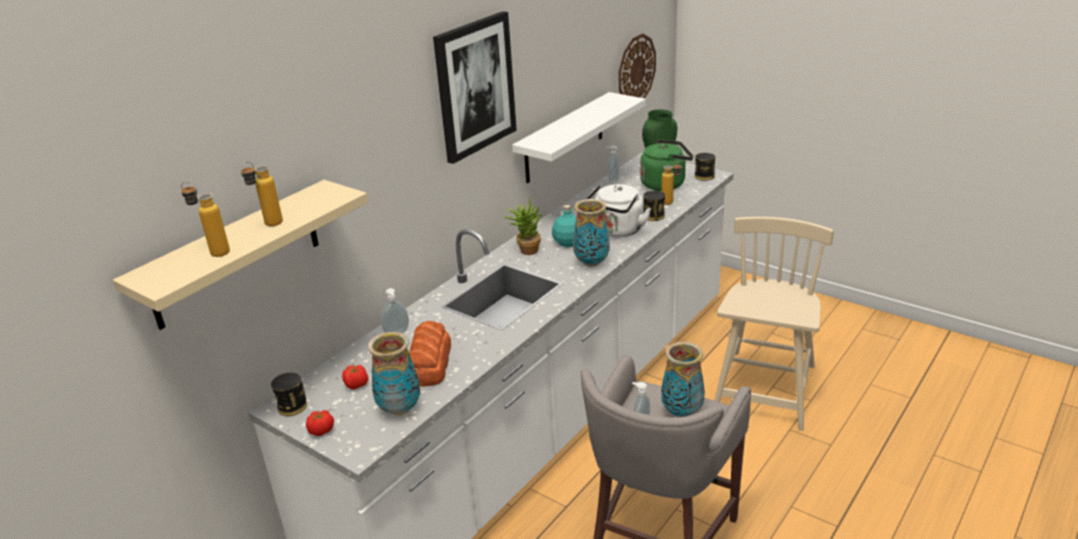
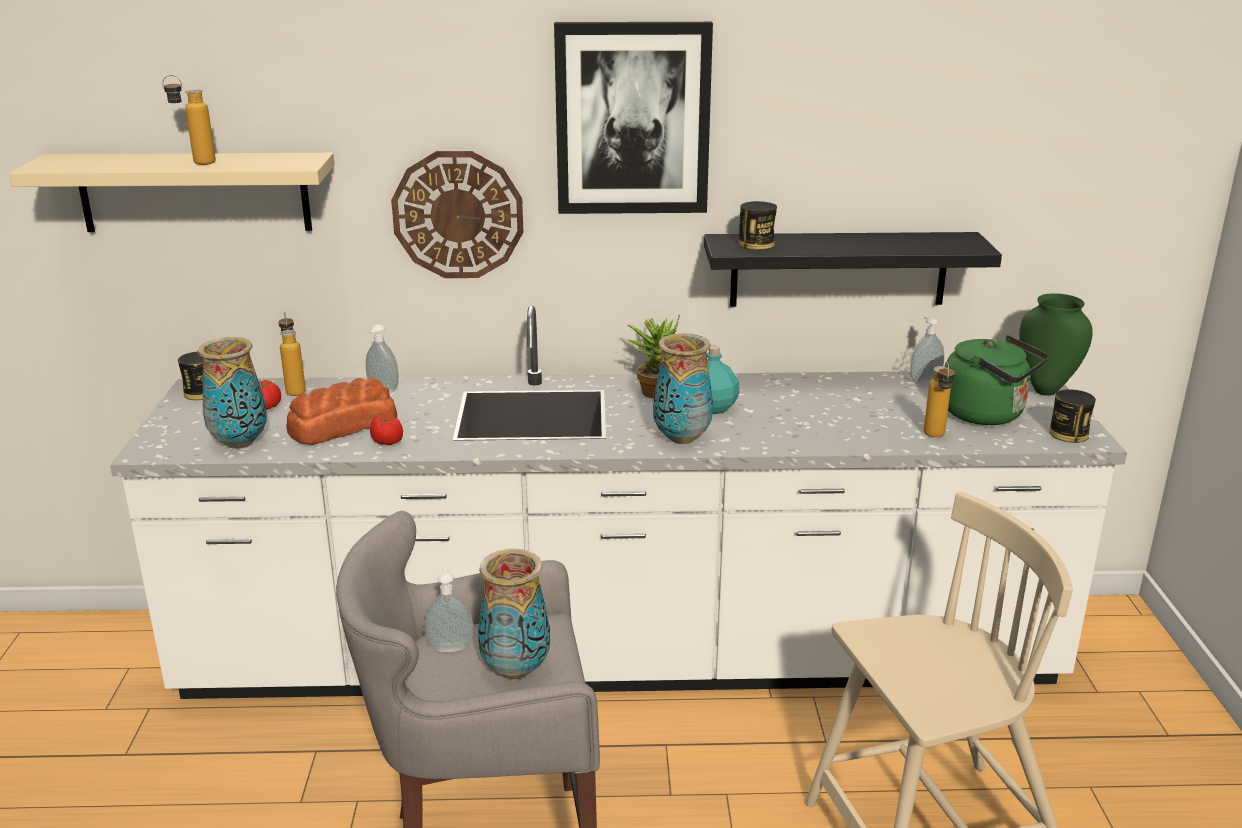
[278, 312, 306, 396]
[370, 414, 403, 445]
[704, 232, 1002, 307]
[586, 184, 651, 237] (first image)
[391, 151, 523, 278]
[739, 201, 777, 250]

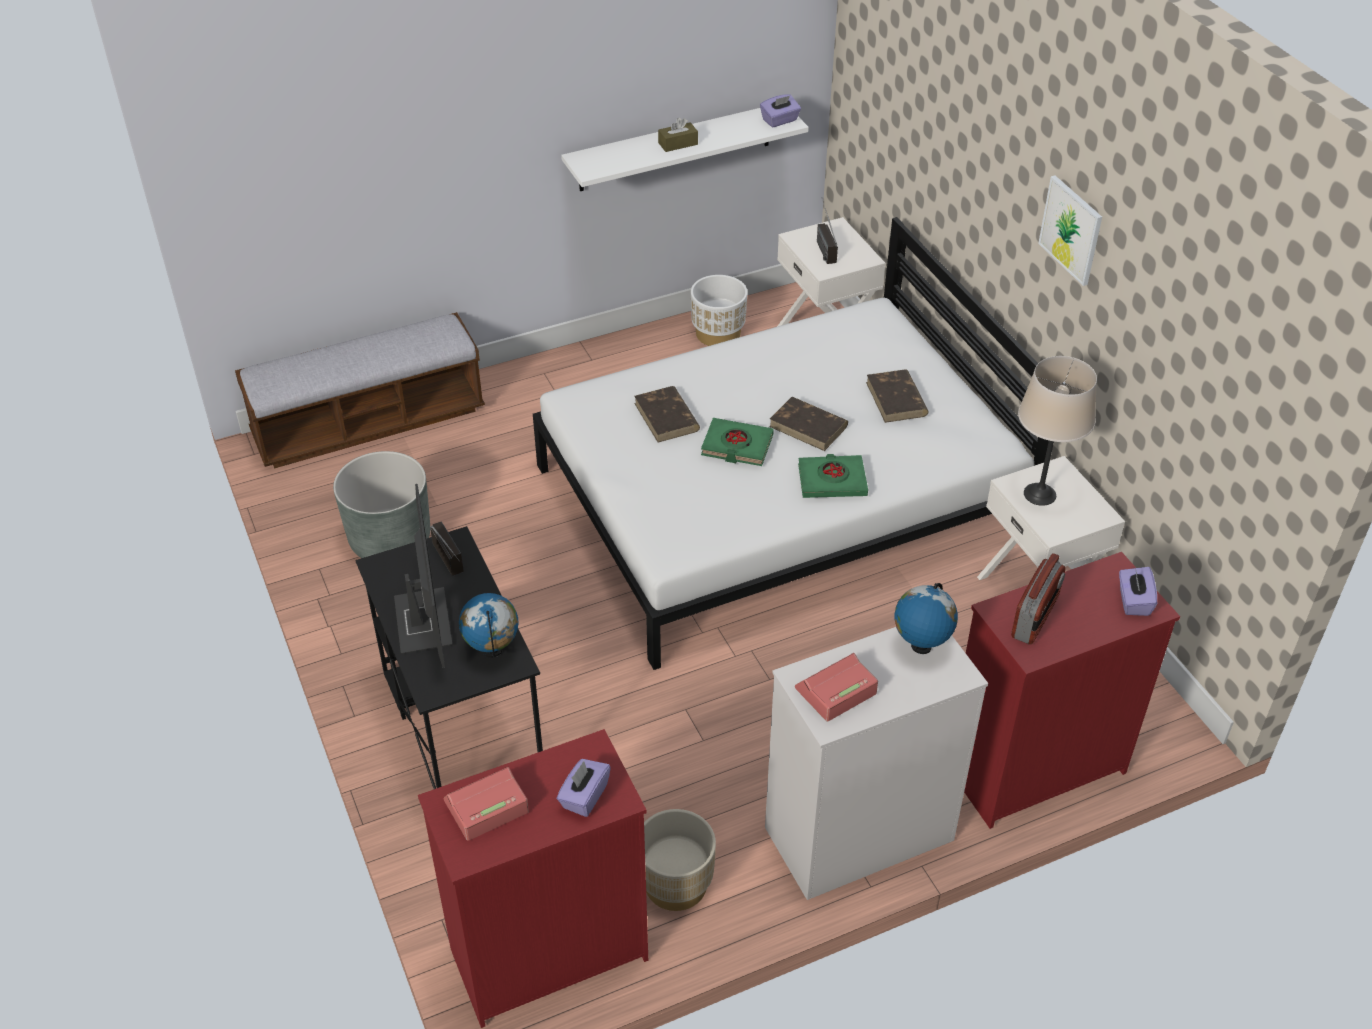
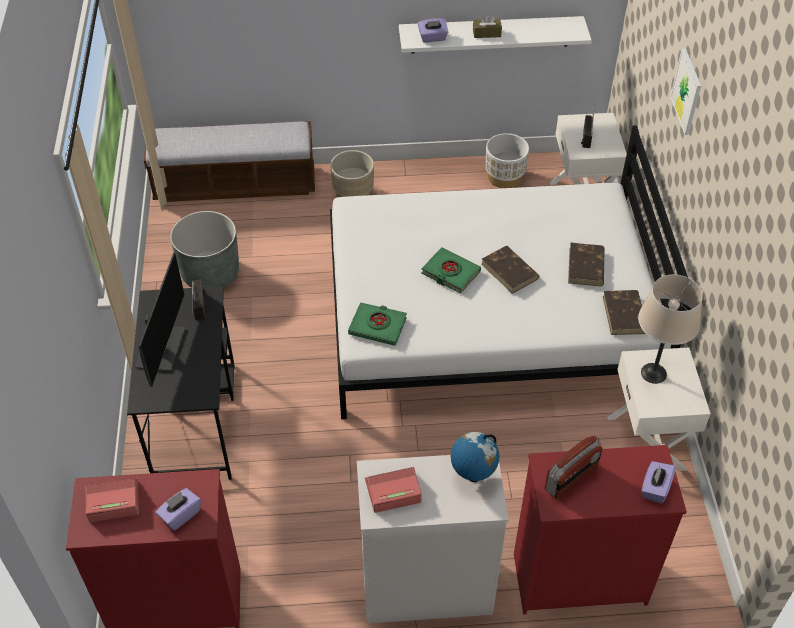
[459, 593, 519, 658] (first image)
[603, 290, 645, 335]
[330, 150, 374, 197]
[418, 18, 448, 43]
[348, 302, 407, 346]
[670, 48, 701, 135]

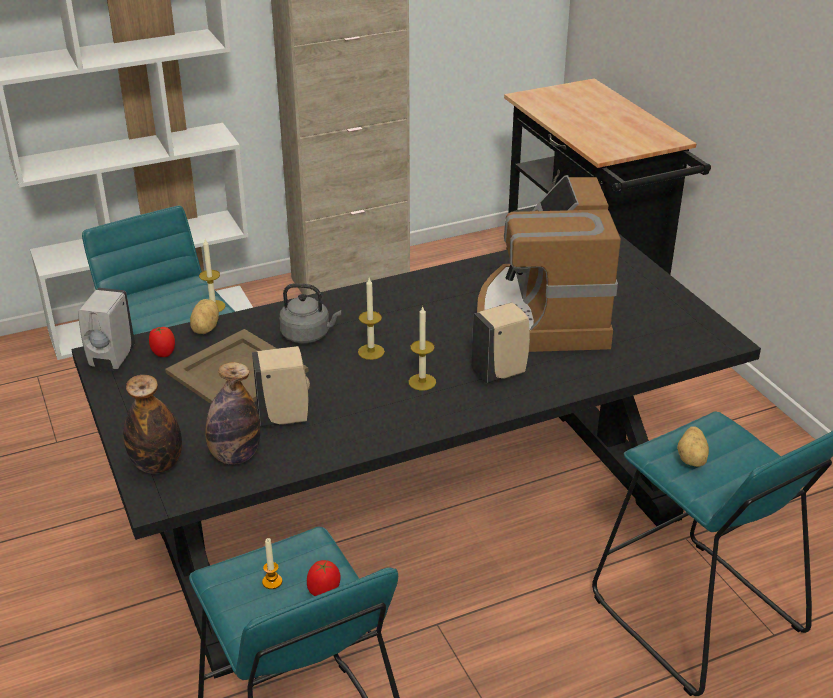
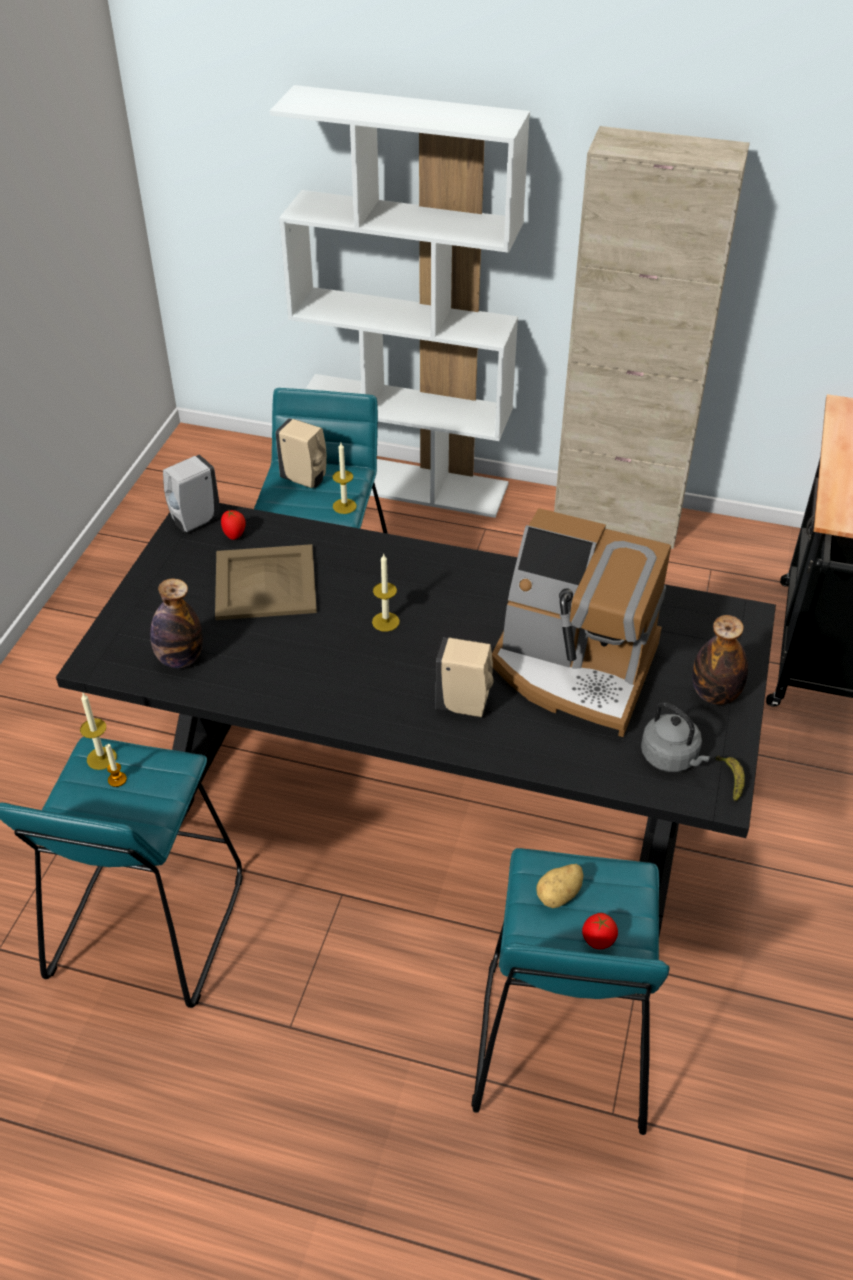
[692, 615, 748, 705]
[190, 299, 219, 334] (first image)
[275, 418, 327, 488]
[641, 702, 710, 772]
[582, 913, 618, 949]
[80, 693, 117, 770]
[492, 508, 671, 737]
[716, 756, 745, 801]

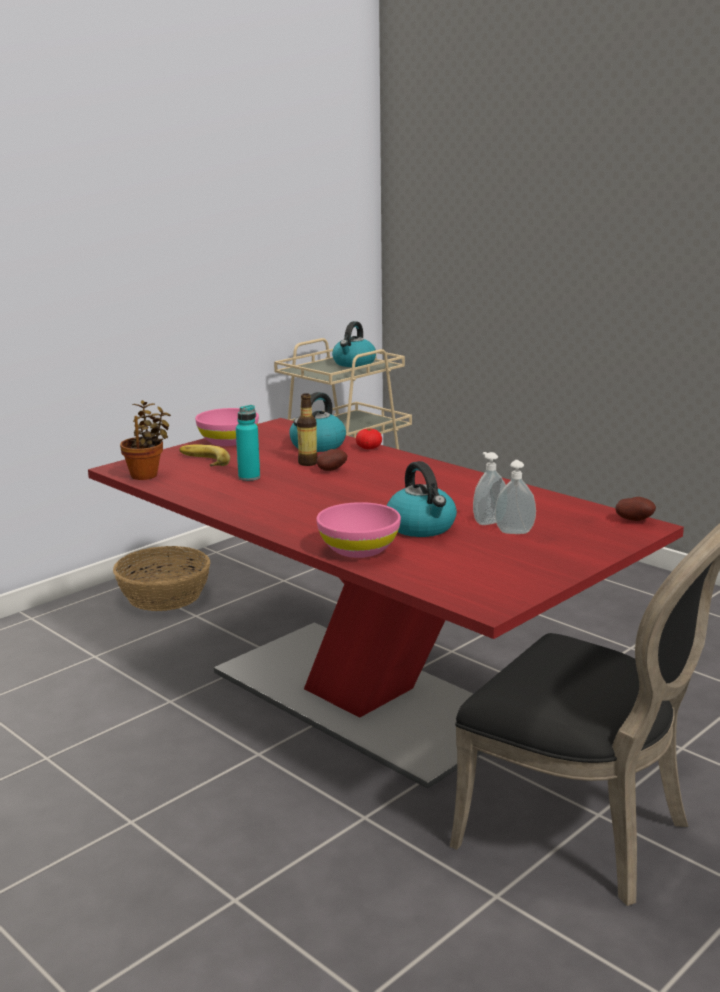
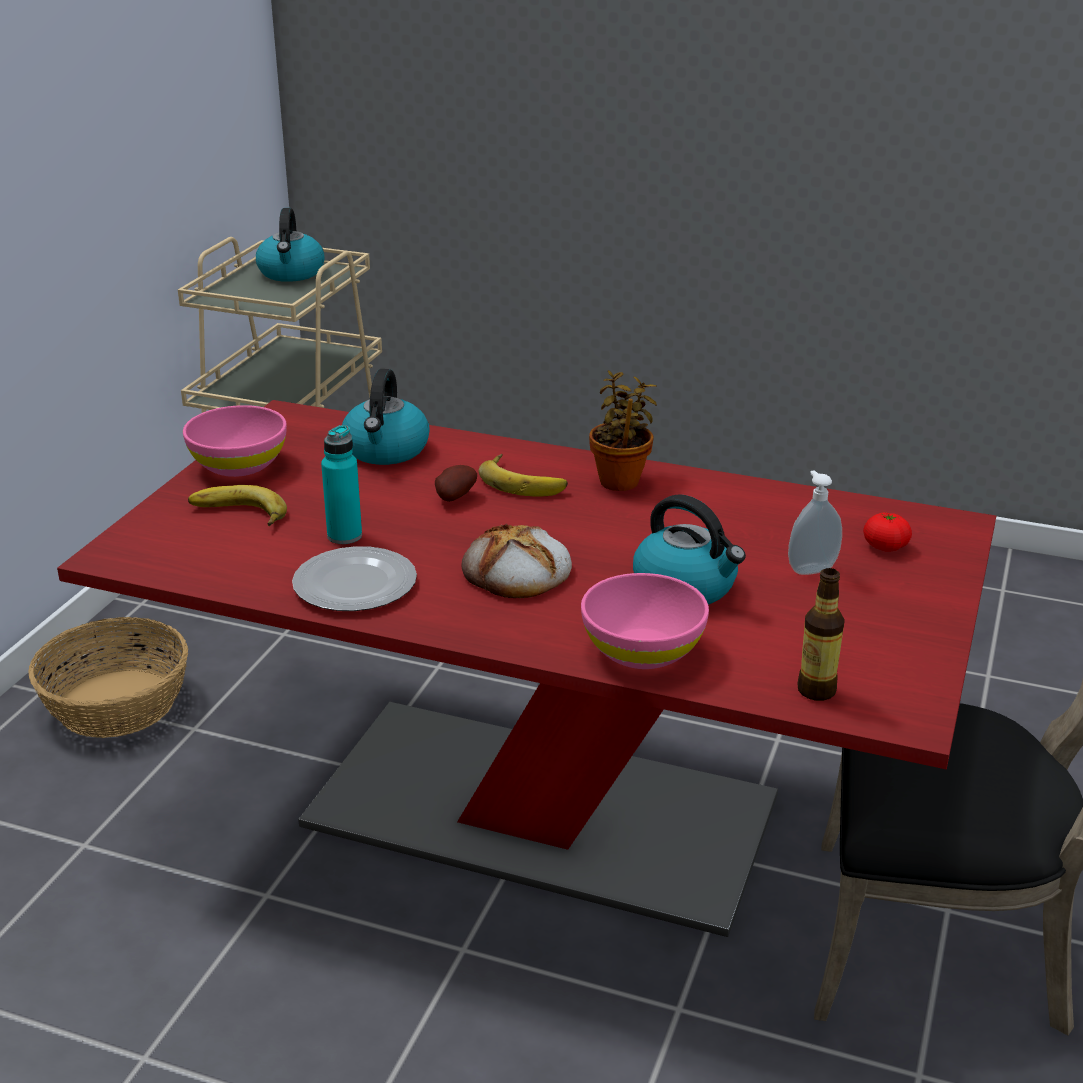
[589, 370, 657, 491]
[798, 568, 845, 701]
[863, 512, 912, 552]
[473, 452, 506, 525] (first image)
[615, 497, 656, 521] (first image)
[292, 546, 417, 611]
[461, 524, 572, 598]
[479, 454, 568, 497]

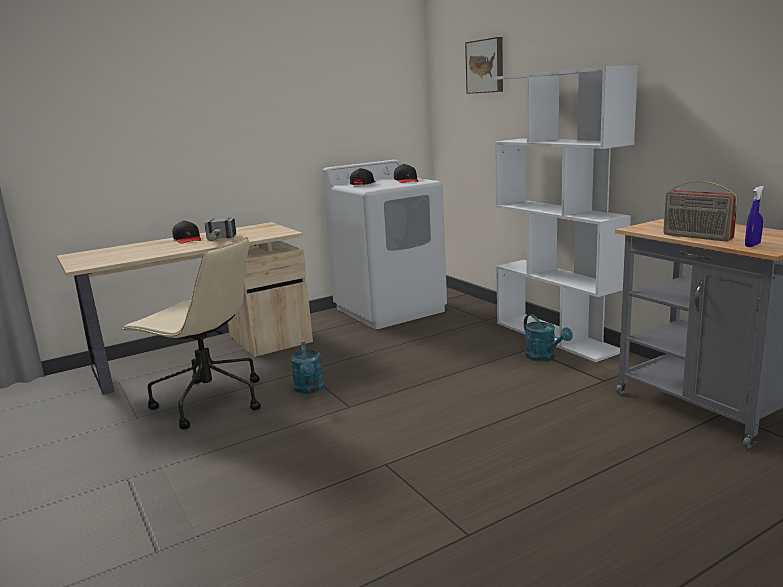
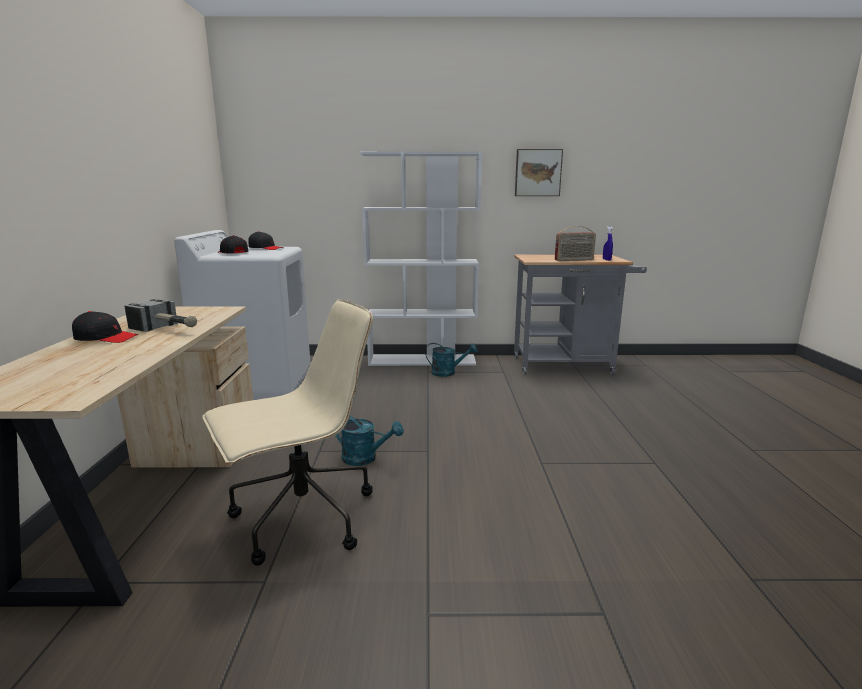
[515, 149, 563, 196]

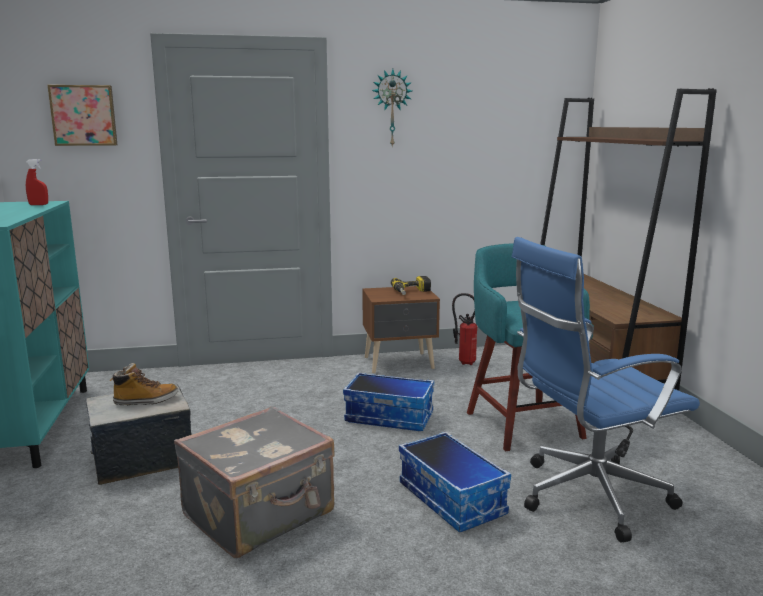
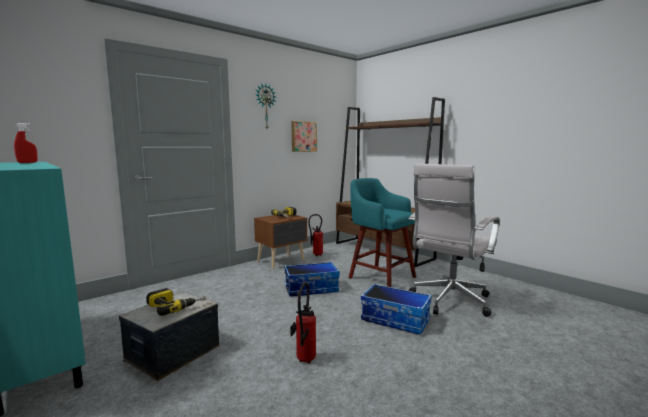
[292, 121, 317, 152]
[146, 288, 206, 316]
[290, 282, 316, 364]
[409, 163, 500, 317]

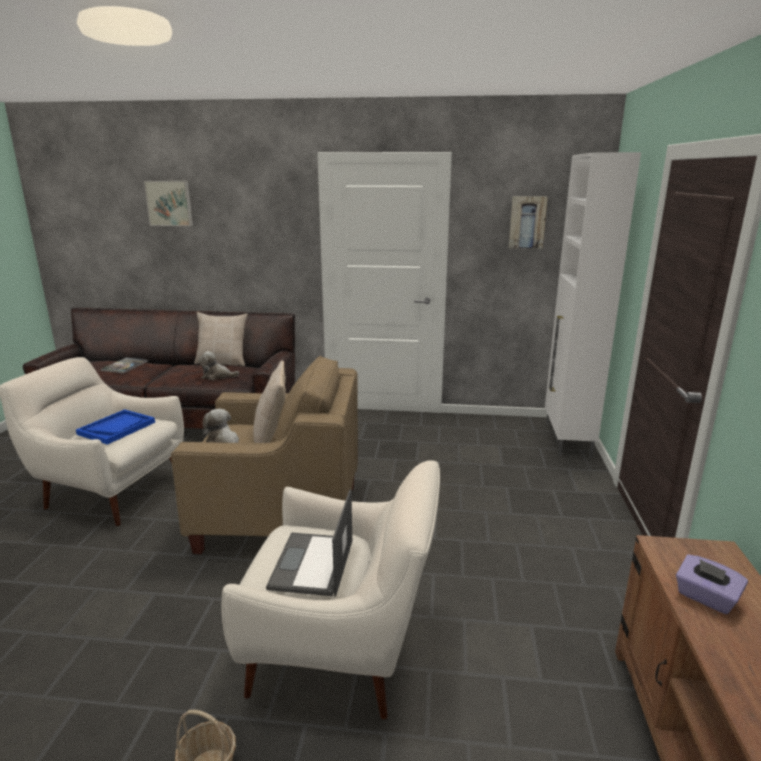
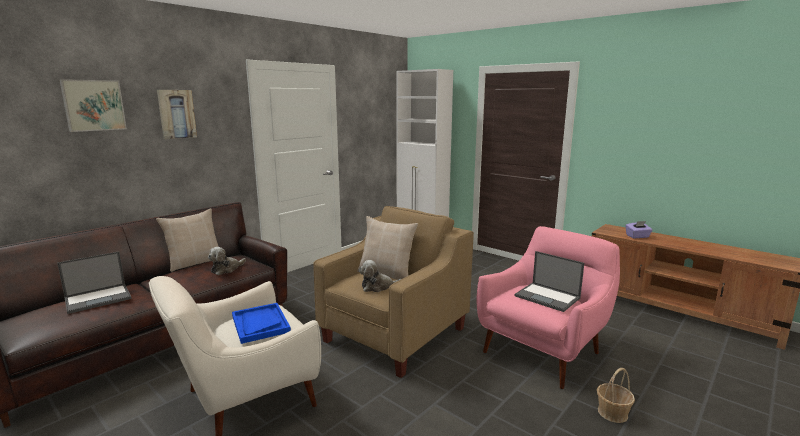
[57, 252, 132, 314]
[476, 226, 620, 389]
[157, 90, 197, 139]

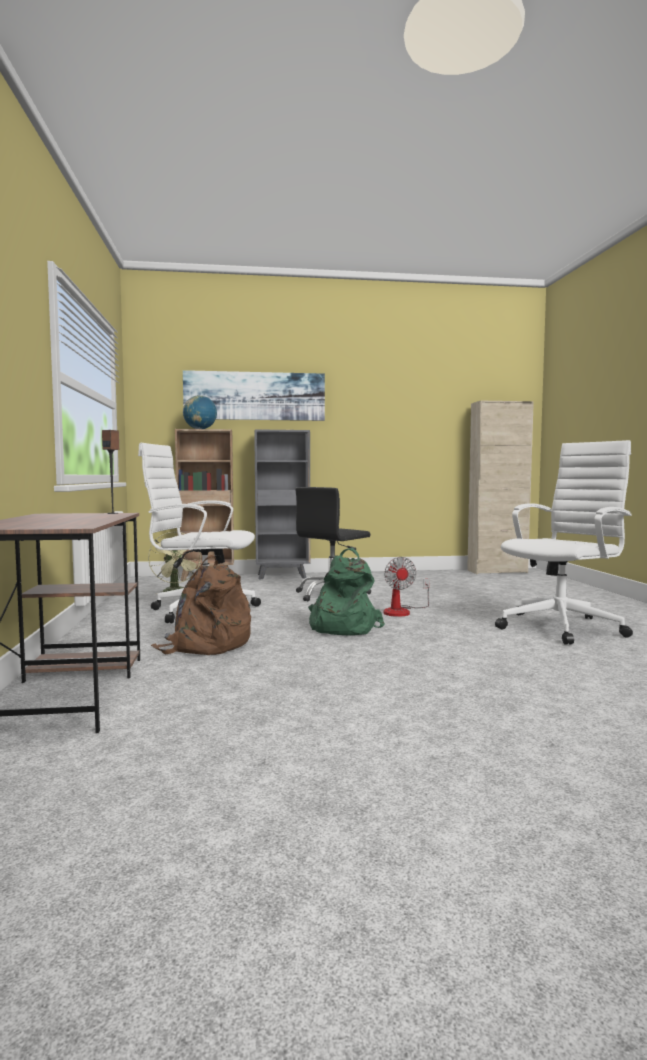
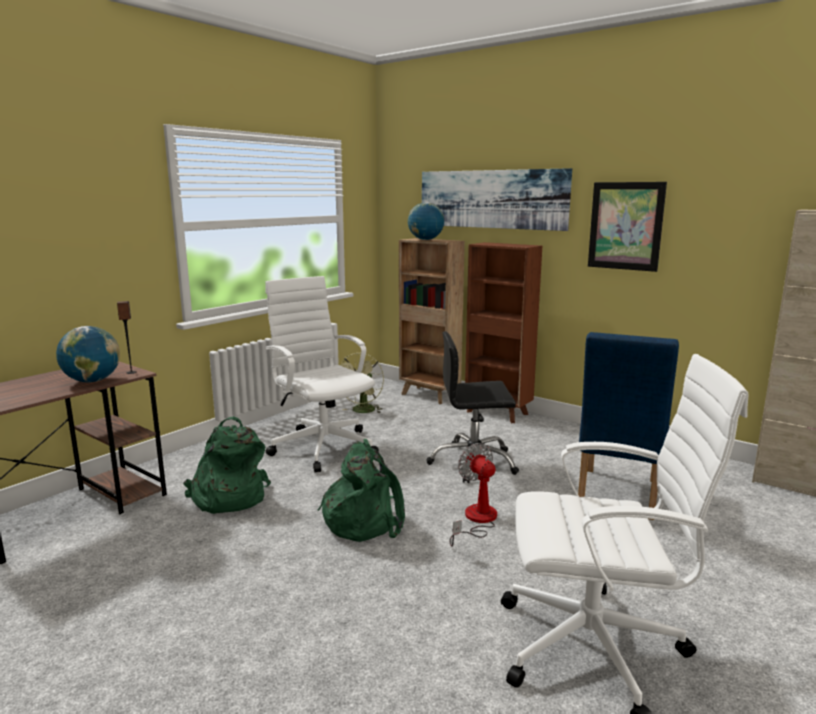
[183, 416, 271, 514]
[465, 242, 542, 423]
[450, 443, 497, 547]
[56, 326, 120, 383]
[578, 332, 679, 520]
[588, 182, 667, 272]

